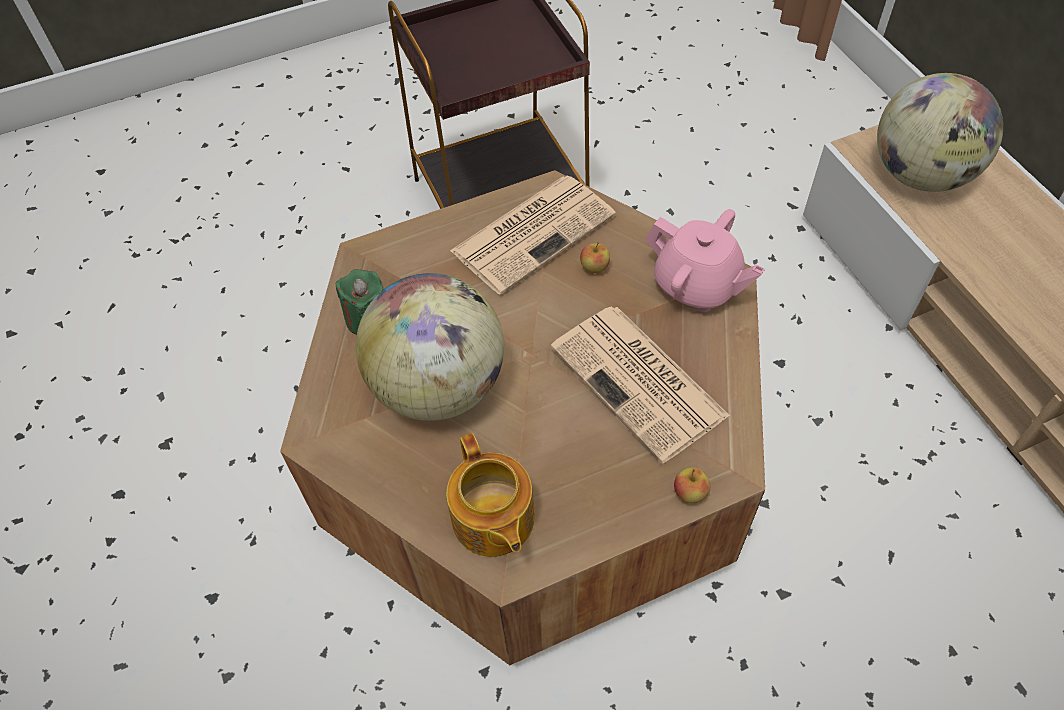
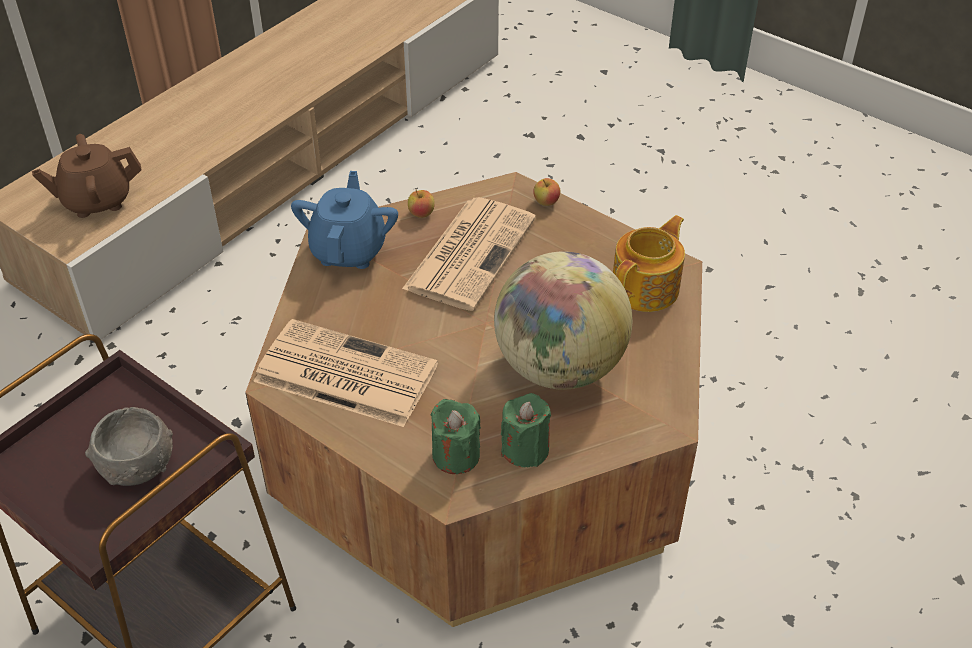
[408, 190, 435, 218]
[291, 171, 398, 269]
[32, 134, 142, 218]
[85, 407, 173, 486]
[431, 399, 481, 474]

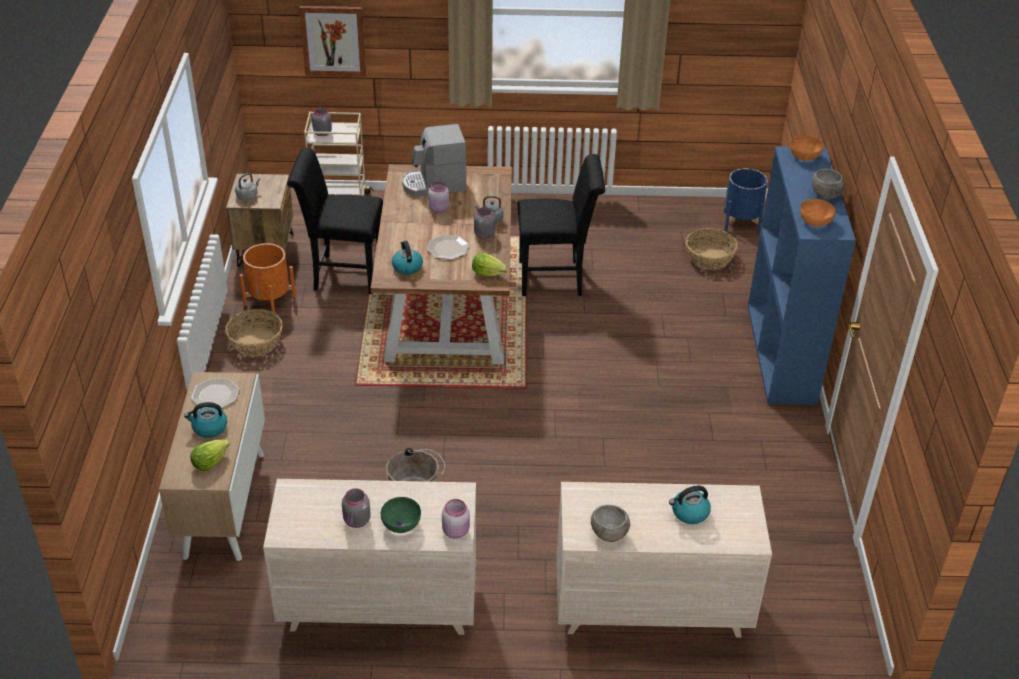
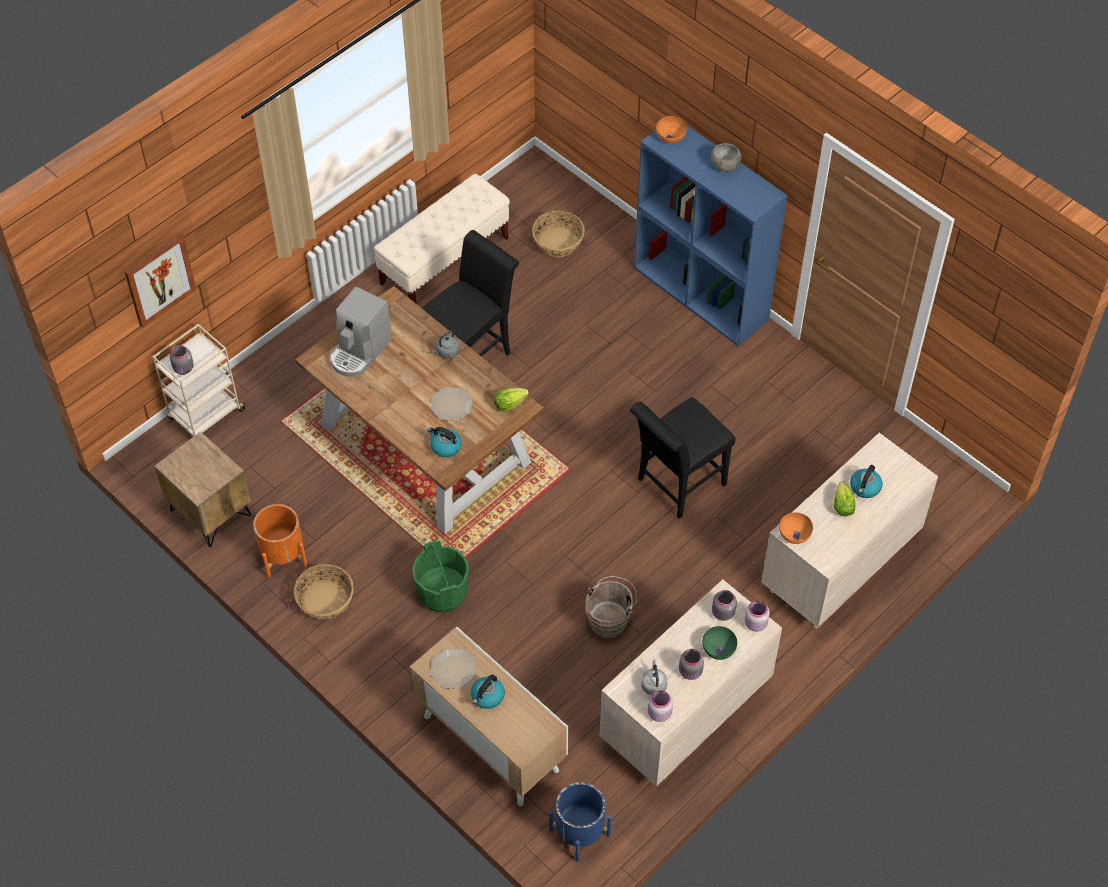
[834, 481, 856, 516]
[641, 660, 668, 695]
[630, 397, 735, 519]
[648, 691, 673, 722]
[712, 590, 737, 621]
[591, 505, 630, 542] (first image)
[549, 782, 612, 862]
[779, 512, 813, 544]
[374, 174, 510, 303]
[412, 540, 469, 613]

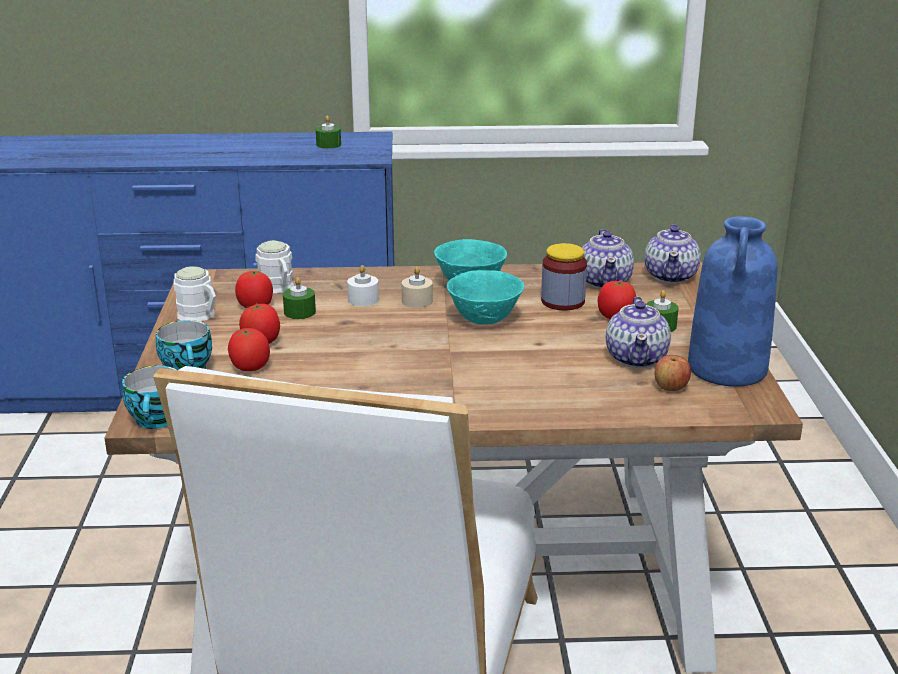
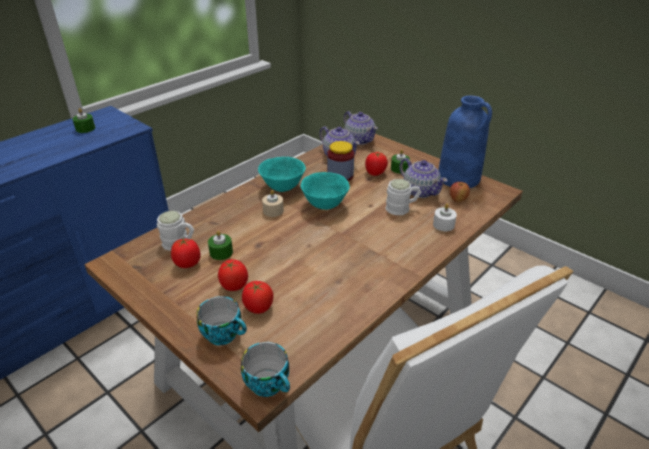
[385, 179, 422, 215]
[433, 204, 457, 231]

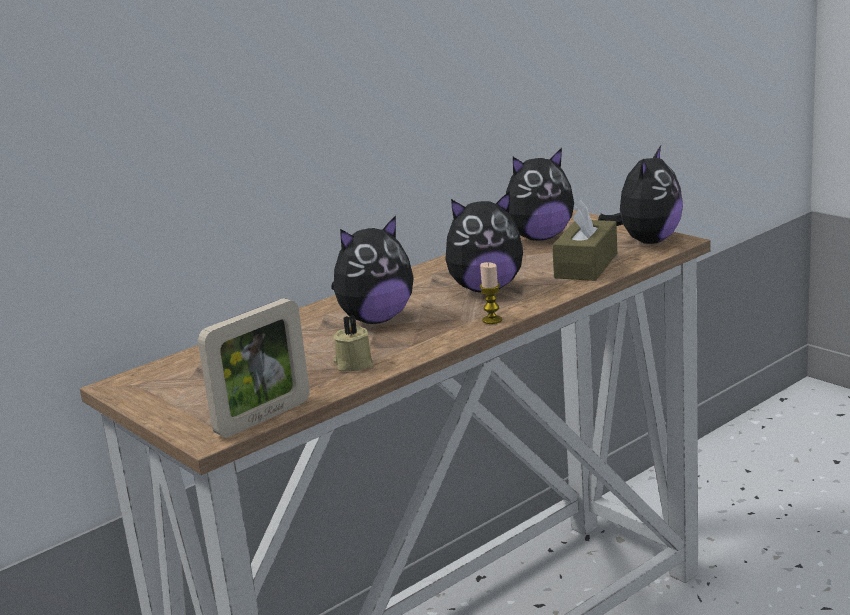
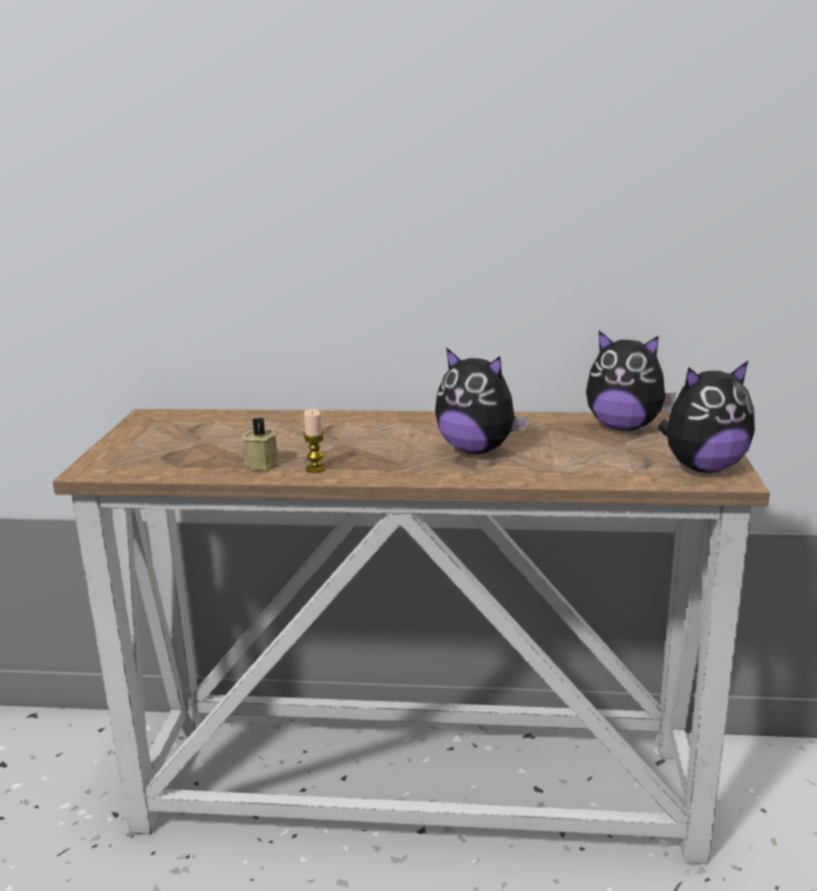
[198, 298, 310, 438] (first image)
[331, 216, 414, 324] (first image)
[303, 409, 326, 473]
[552, 199, 617, 281] (first image)

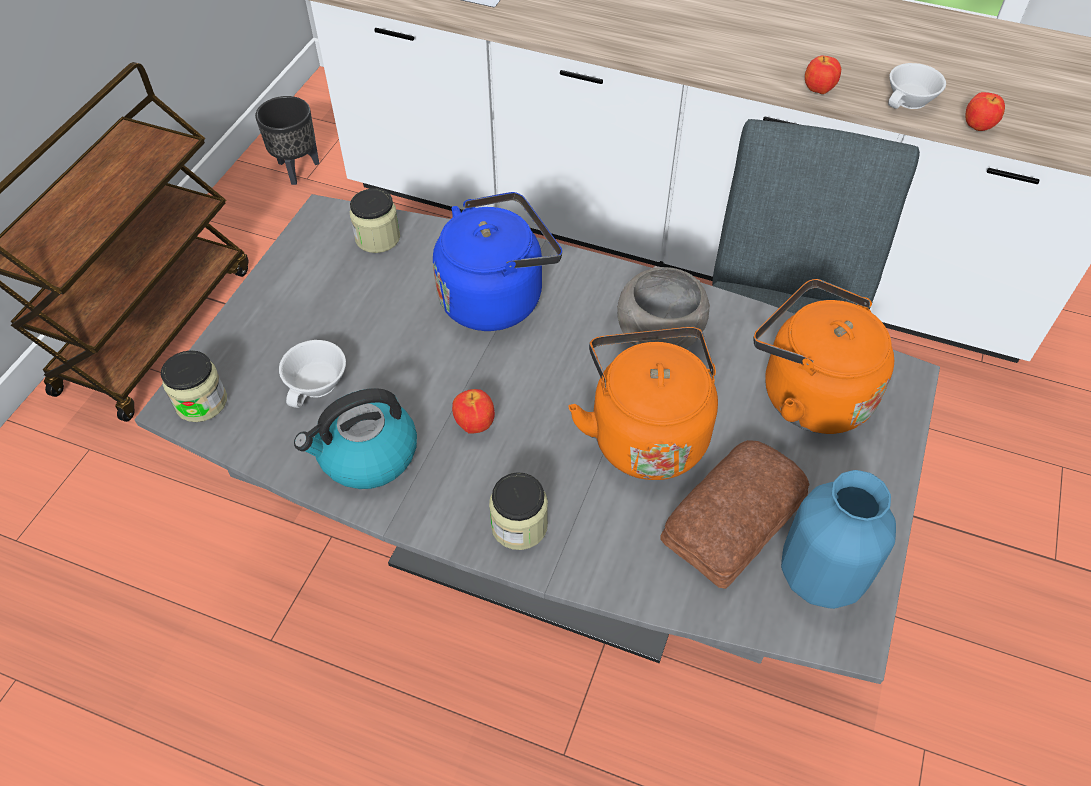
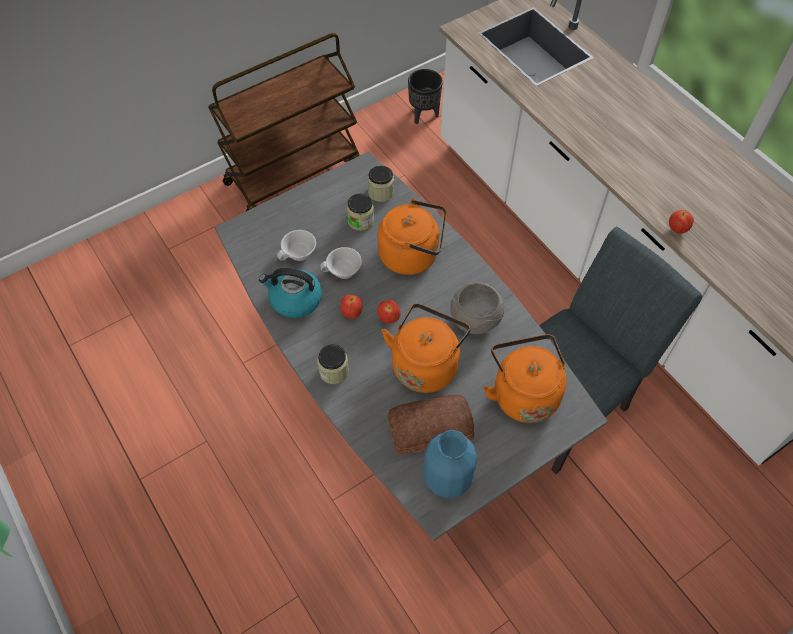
[347, 194, 374, 231]
[378, 198, 446, 275]
[320, 247, 362, 279]
[377, 300, 401, 324]

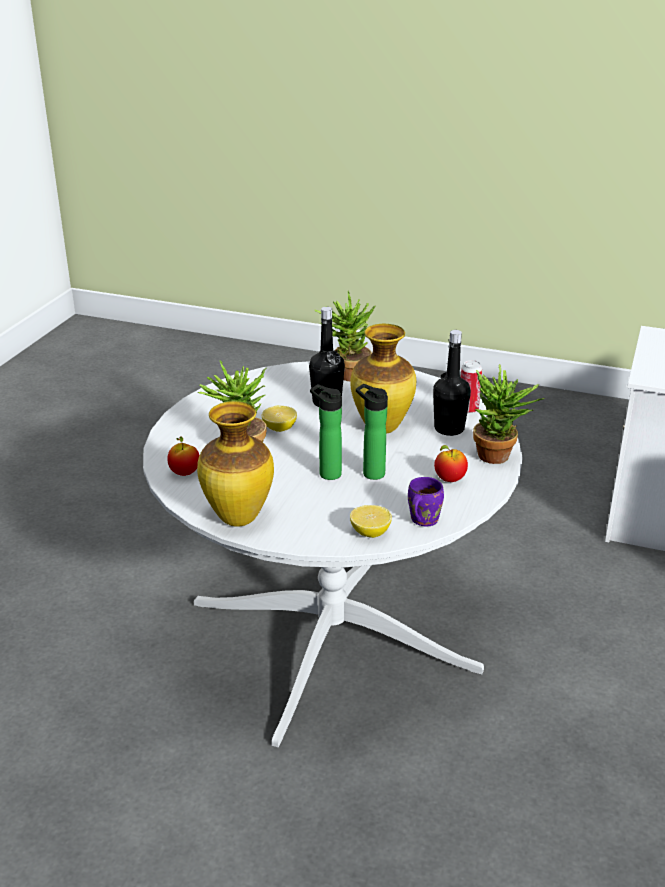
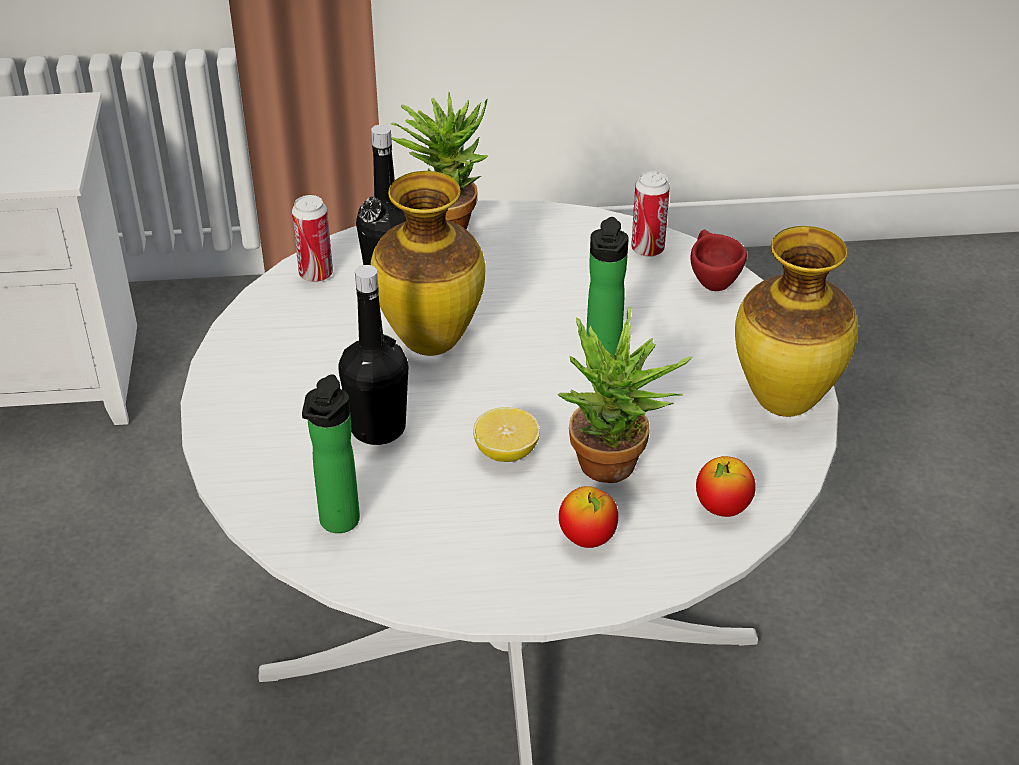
[315, 291, 375, 381] (first image)
[690, 229, 747, 291]
[302, 374, 360, 533]
[631, 171, 670, 257]
[559, 486, 618, 548]

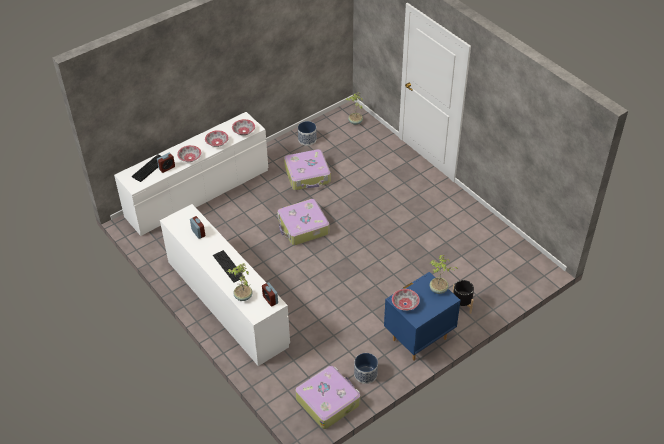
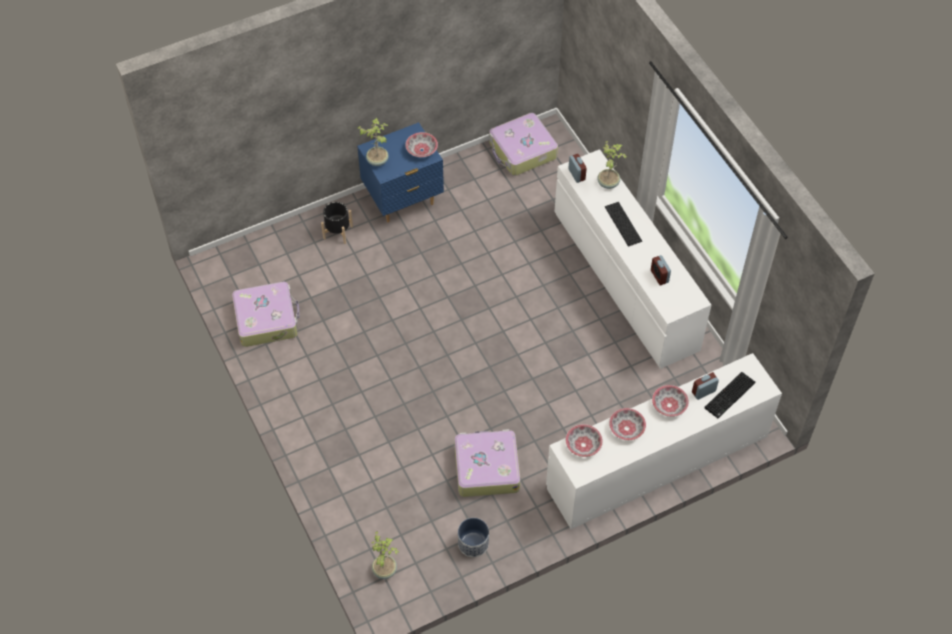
[232, 282, 300, 347]
[354, 353, 378, 384] (first image)

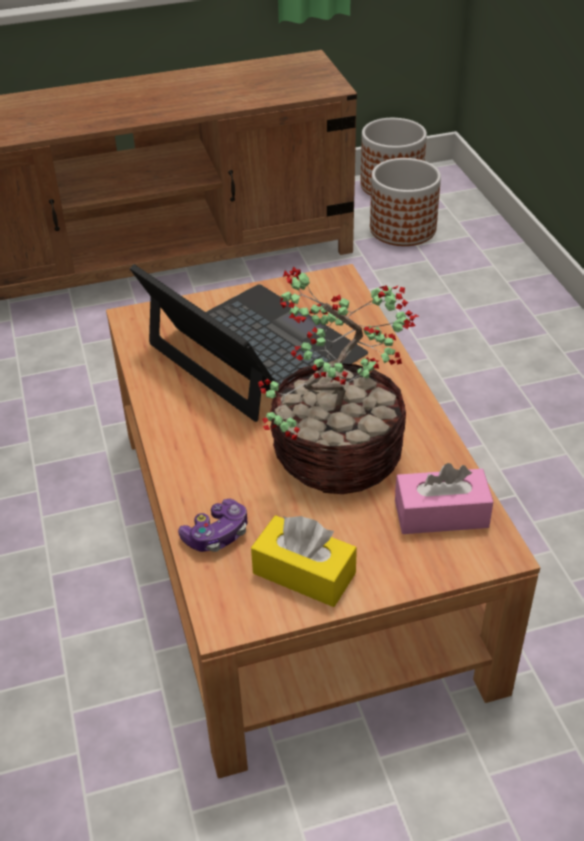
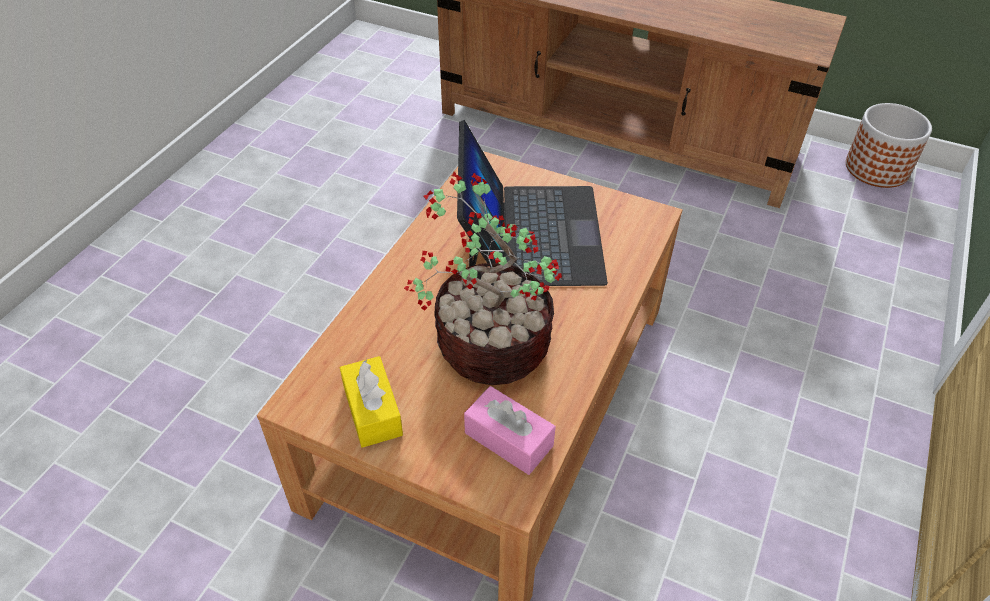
[178, 499, 248, 552] (first image)
[370, 158, 441, 246] (first image)

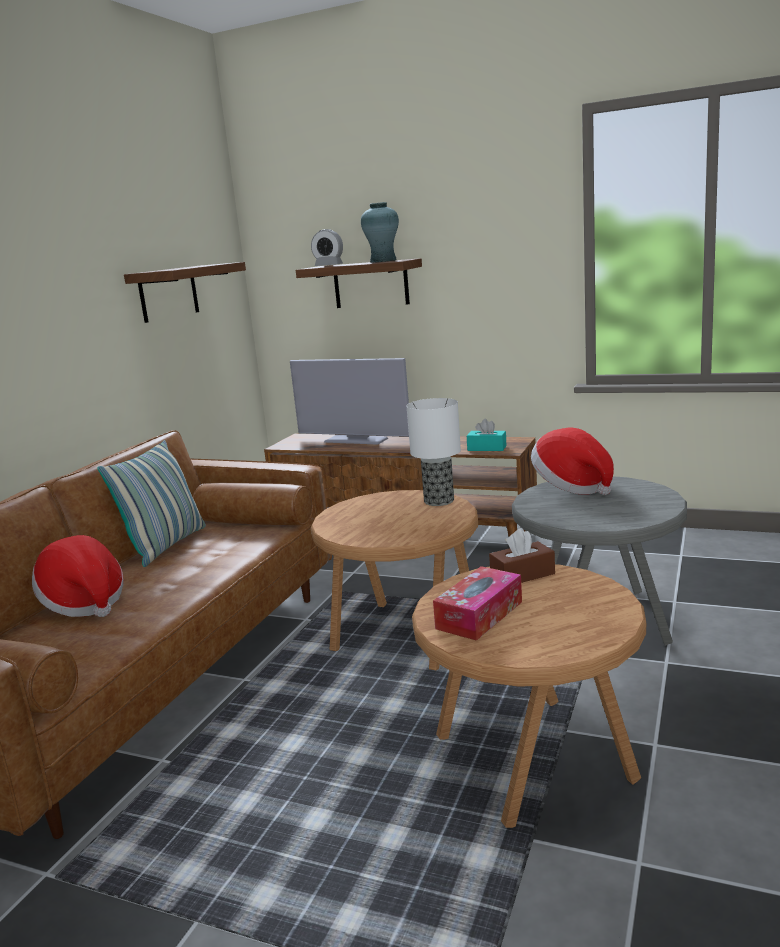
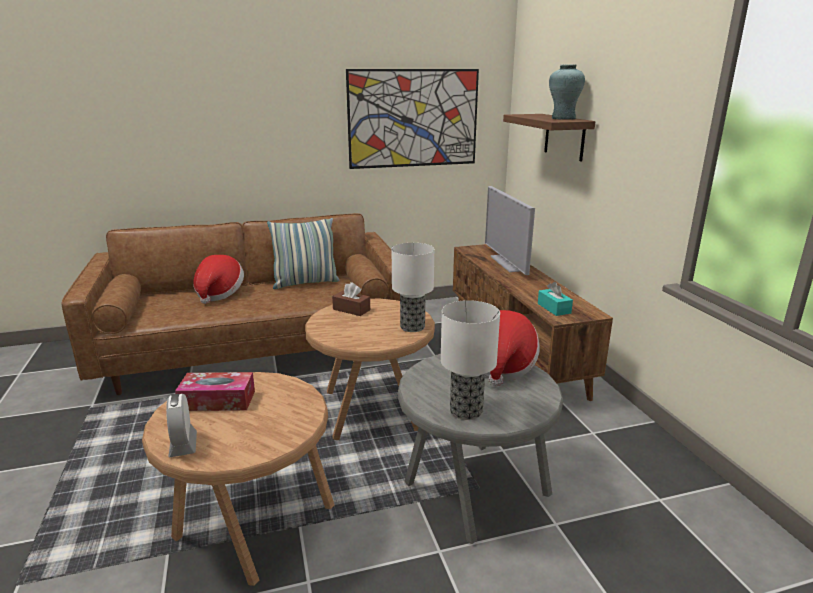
[346, 69, 479, 169]
[166, 394, 197, 457]
[332, 282, 370, 316]
[441, 300, 500, 420]

